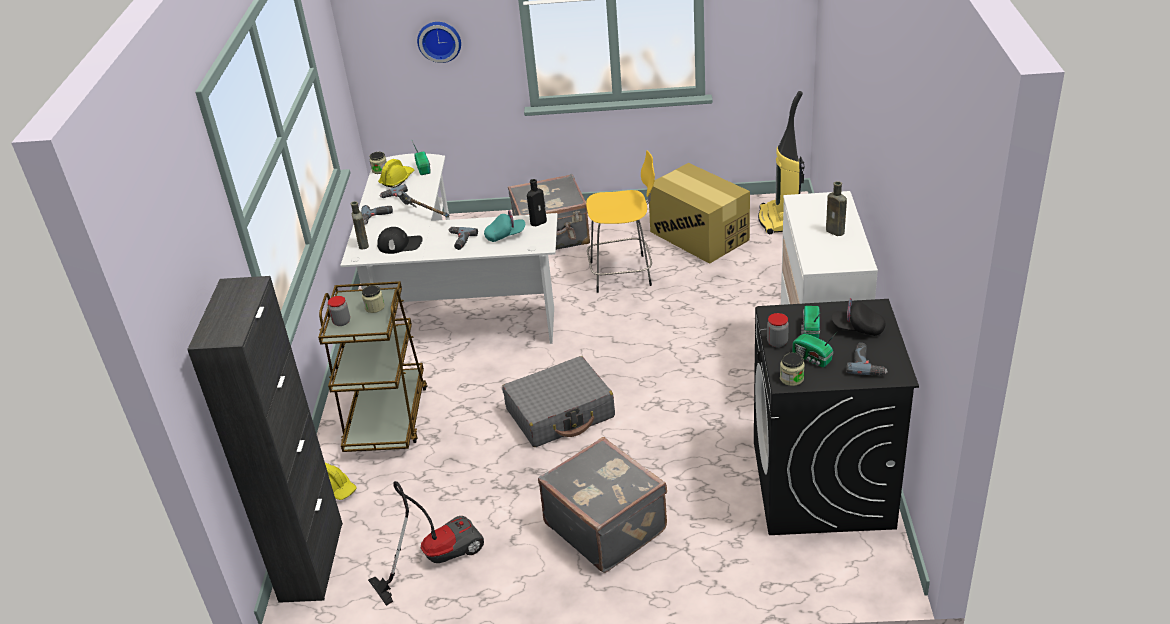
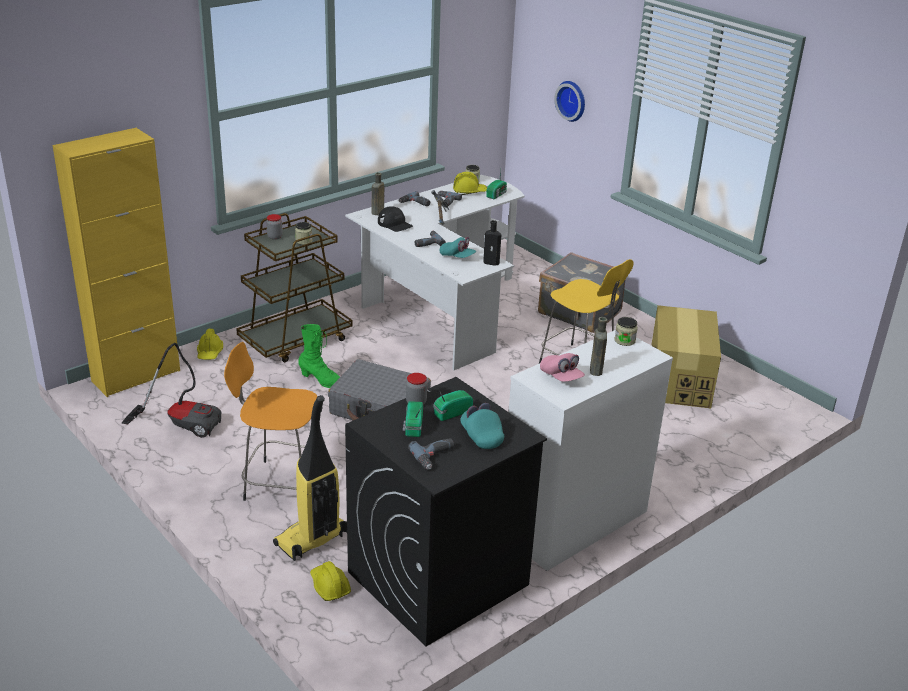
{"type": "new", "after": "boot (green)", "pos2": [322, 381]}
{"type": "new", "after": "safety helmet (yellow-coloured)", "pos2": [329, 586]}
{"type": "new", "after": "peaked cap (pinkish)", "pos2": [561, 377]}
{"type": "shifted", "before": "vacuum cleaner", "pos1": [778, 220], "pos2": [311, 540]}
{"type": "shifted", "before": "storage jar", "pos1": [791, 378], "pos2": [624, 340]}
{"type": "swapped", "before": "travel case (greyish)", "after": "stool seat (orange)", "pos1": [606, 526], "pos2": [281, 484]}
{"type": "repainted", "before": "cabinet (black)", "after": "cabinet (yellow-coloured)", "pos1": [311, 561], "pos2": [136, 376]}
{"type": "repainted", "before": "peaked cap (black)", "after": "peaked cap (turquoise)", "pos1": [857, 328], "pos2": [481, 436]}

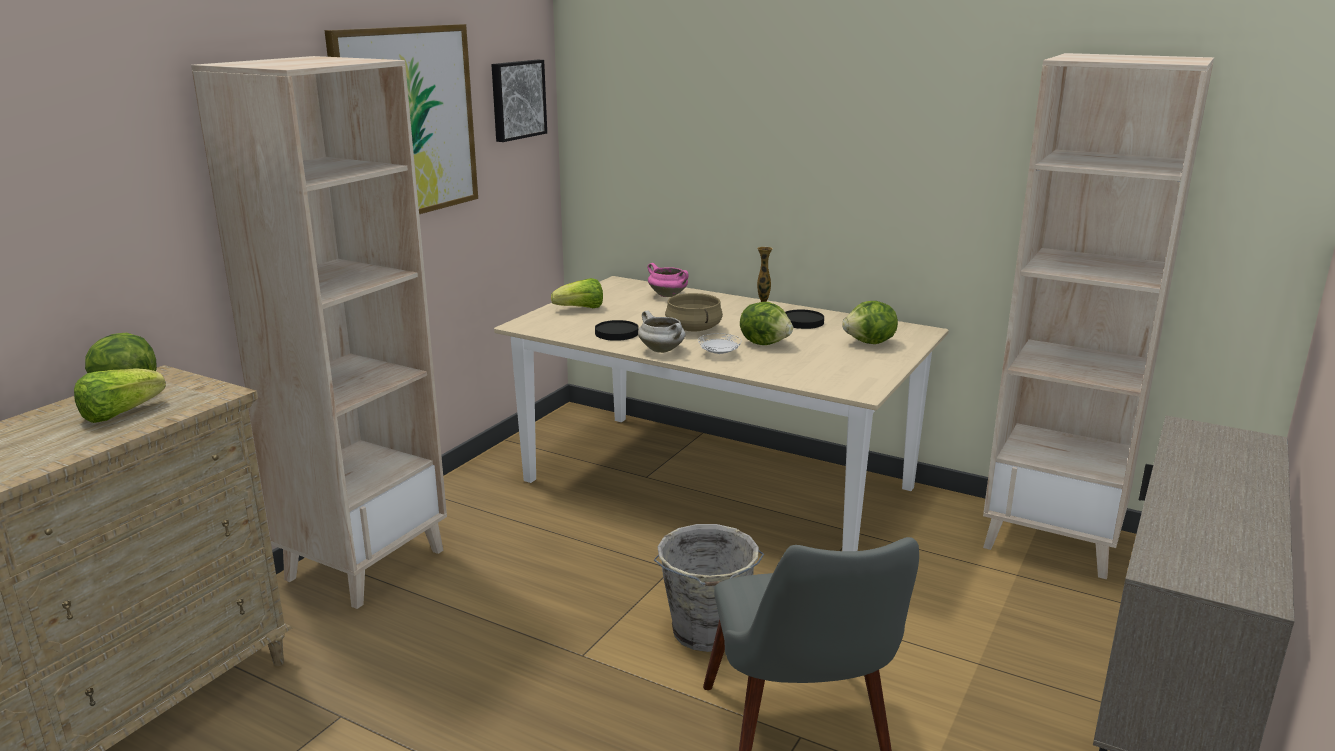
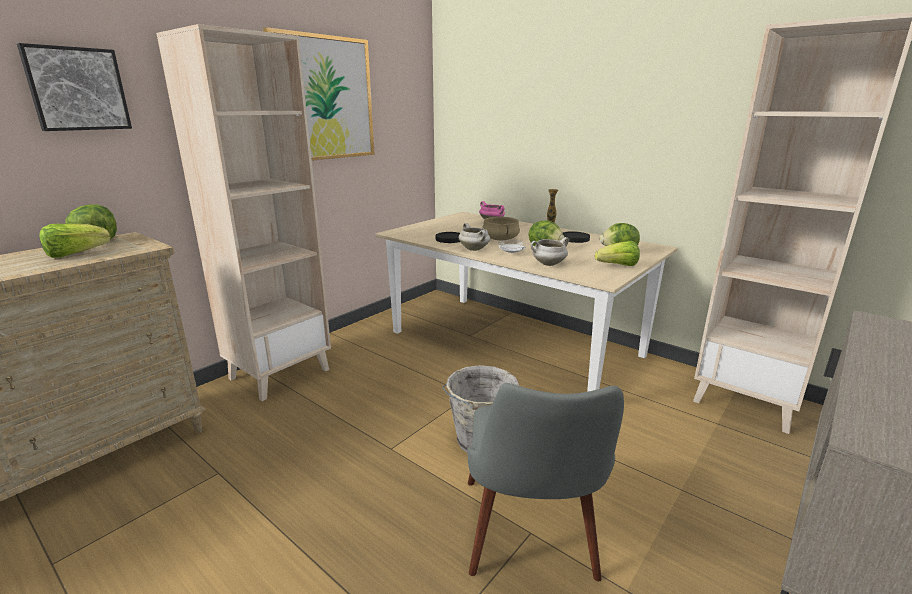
{"type": "new", "after": "saucepot (white-coloured)", "pos2": [548, 264]}
{"type": "shifted", "before": "wall art", "pos1": [516, 99], "pos2": [77, 89]}
{"type": "shifted", "before": "head of lettuce", "pos1": [580, 309], "pos2": [618, 266]}

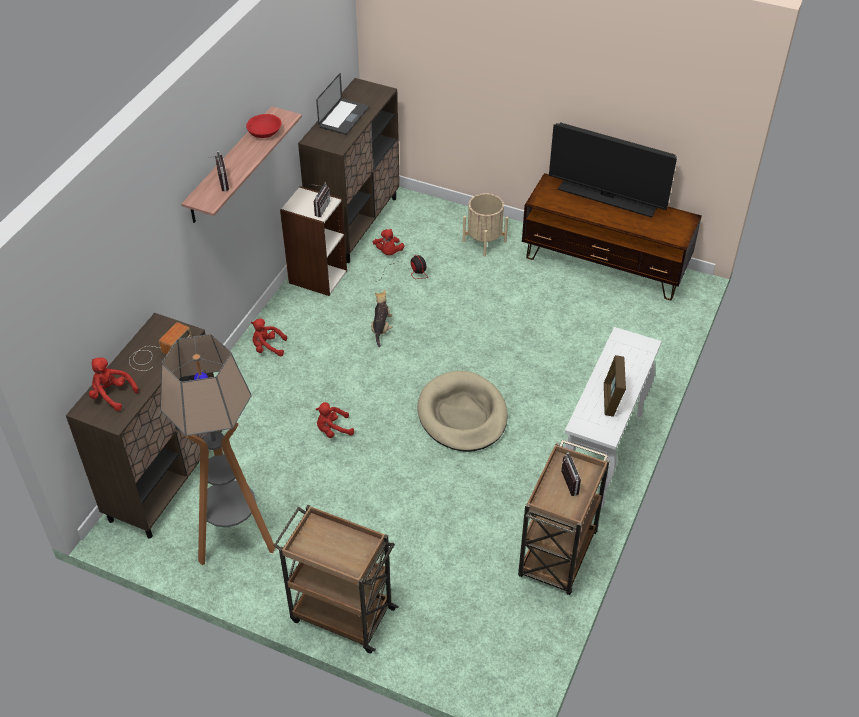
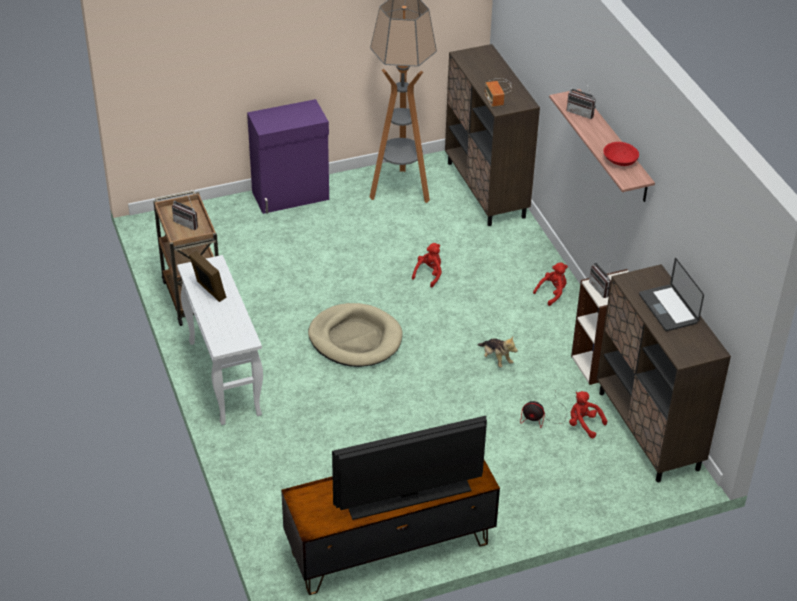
{"type": "gone", "before": "plush toy (red)", "pos1": [112, 394]}
{"type": "gone", "before": "planter (beige)", "pos1": [484, 241]}
{"type": "swapped", "before": "wheeled cart (brown-coloured)", "after": "cabinet (purple)", "pos1": [341, 614], "pos2": [291, 196]}

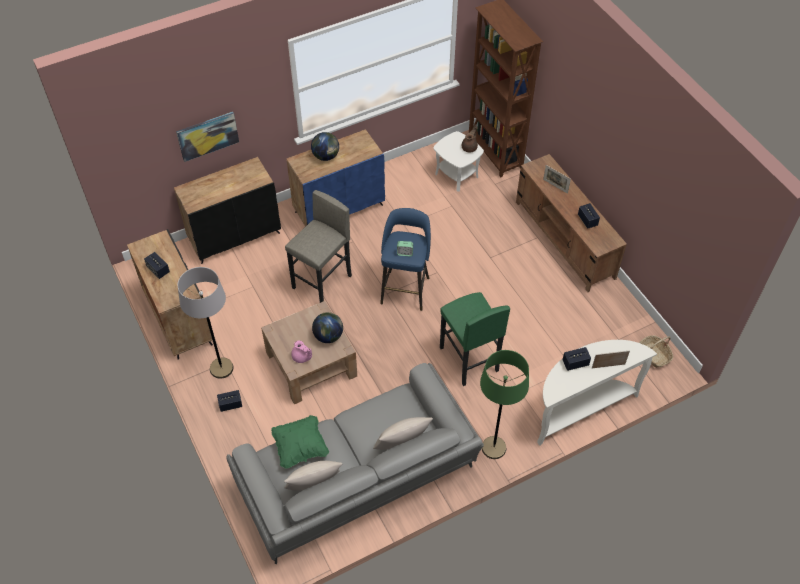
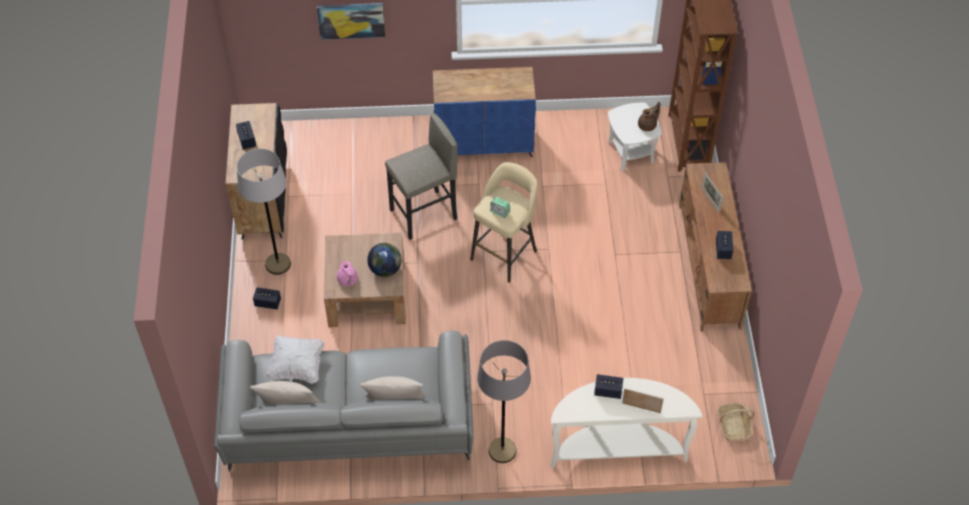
{"type": "gone", "before": "cabinet (black)", "pos1": [235, 236]}
{"type": "gone", "before": "globe", "pos1": [326, 156]}
{"type": "gone", "before": "stool seat (green)", "pos1": [468, 359]}
{"type": "repainted", "before": "pillow (green)", "after": "pillow (white-coloured)", "pos1": [300, 447], "pos2": [297, 366]}
{"type": "repainted", "before": "stool seat (blue-coloured)", "after": "stool seat (beige)", "pos1": [405, 289], "pos2": [505, 254]}
{"type": "repainted", "before": "floor lamp (green)", "after": "floor lamp (greyish)", "pos1": [493, 448], "pos2": [502, 451]}

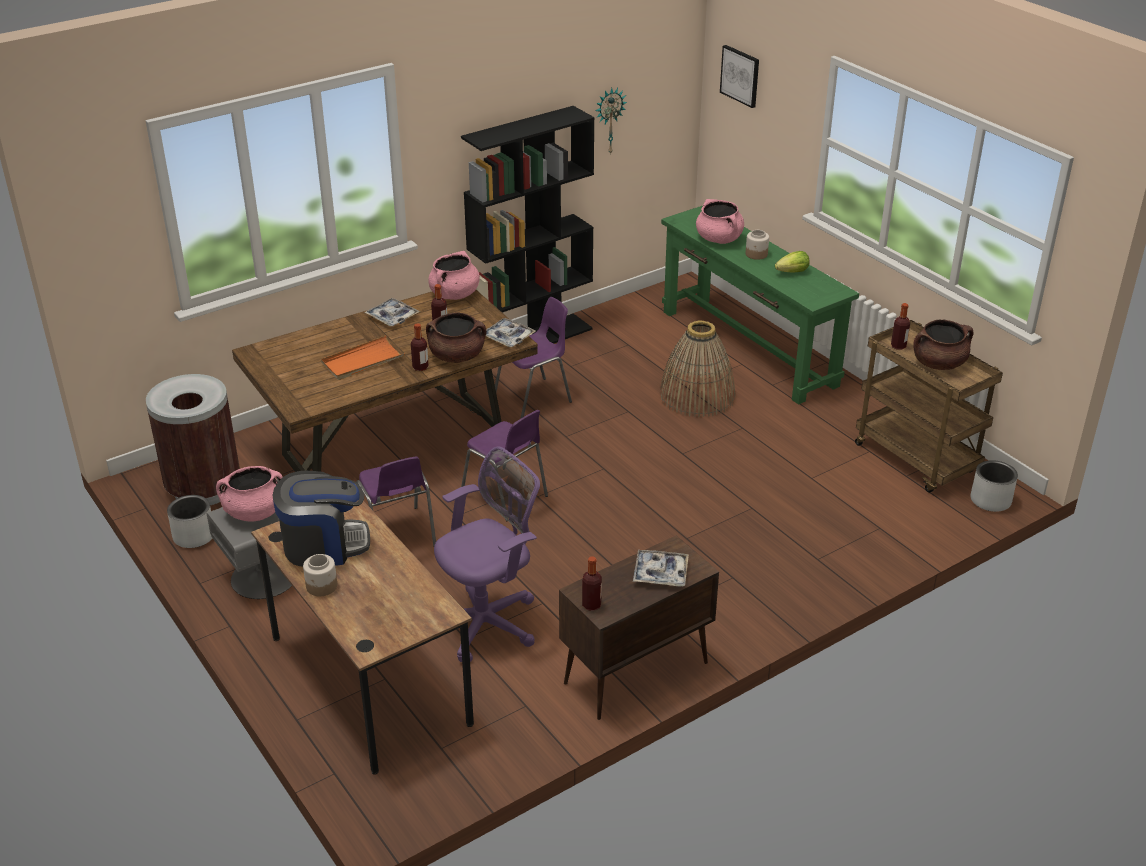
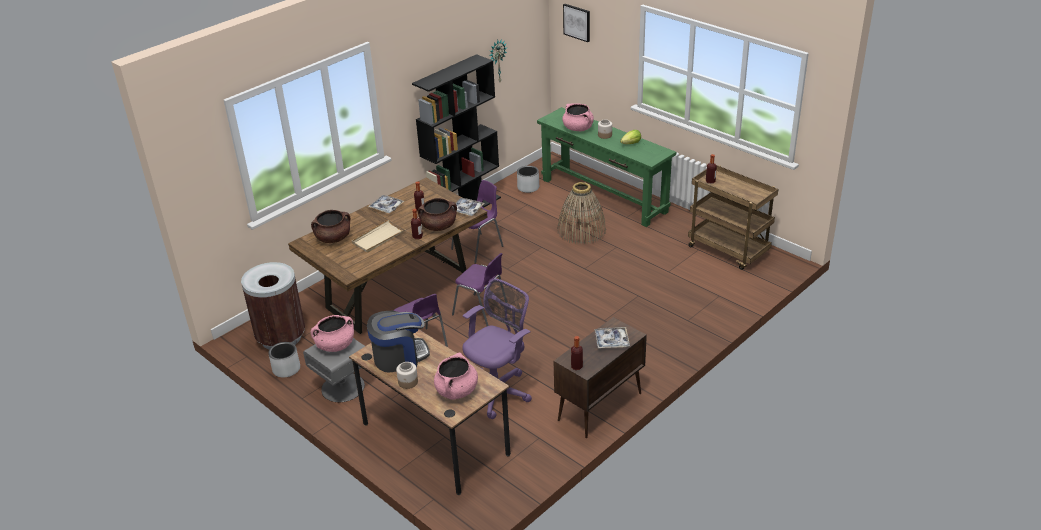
{"type": "shifted", "before": "saucepot (pinkish)", "pos1": [454, 294], "pos2": [457, 391]}
{"type": "shifted", "before": "saucepot (brown-coloured)", "pos1": [938, 363], "pos2": [333, 238]}
{"type": "shifted", "before": "planter (greyish)", "pos1": [990, 500], "pos2": [528, 187]}
{"type": "repainted", "before": "carrying tray (orange)", "after": "carrying tray (beige)", "pos1": [362, 361], "pos2": [378, 238]}

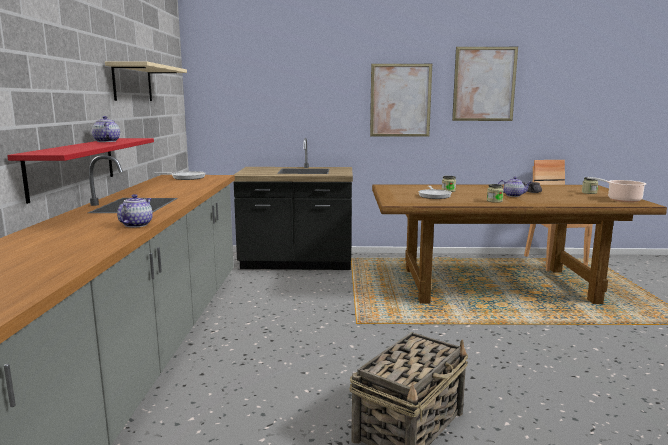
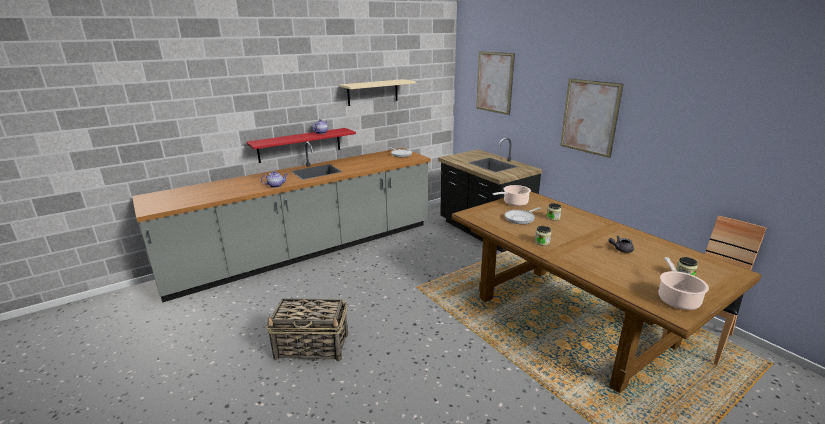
{"type": "gone", "before": "tea pot", "pos1": [513, 195]}
{"type": "new", "after": "saucepot", "pos2": [514, 203]}
{"type": "shifted", "before": "wall art", "pos1": [484, 84], "pos2": [494, 82]}

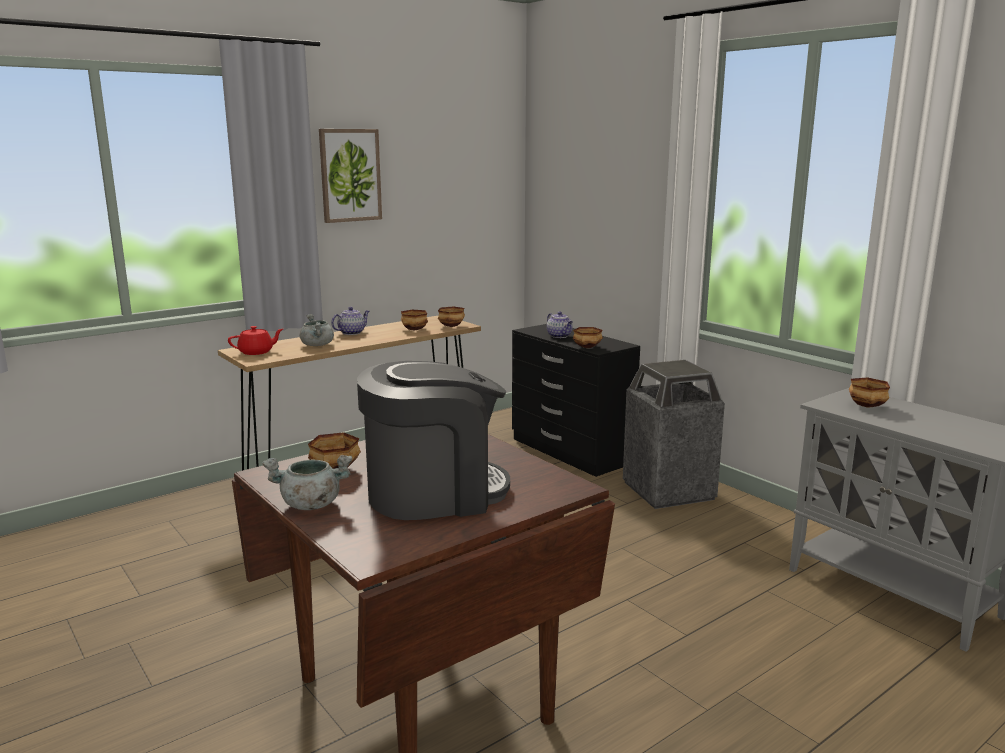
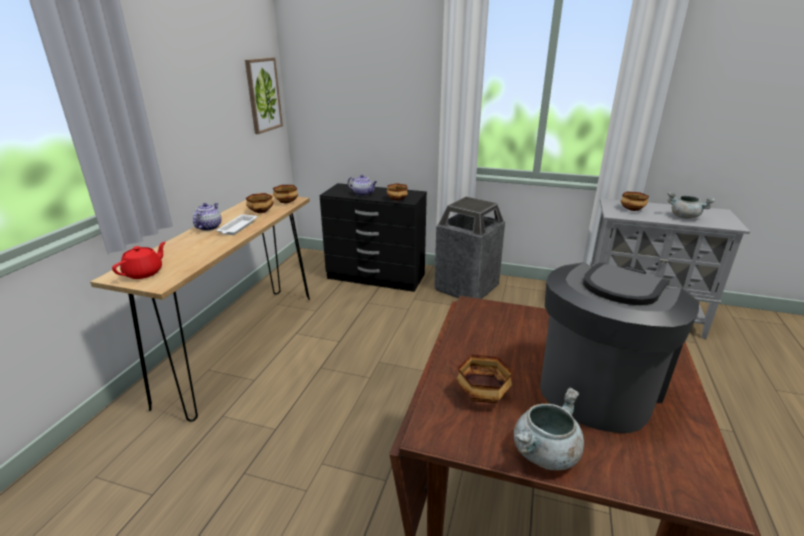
{"type": "new", "after": "carrying tray (white-coloured)", "pos2": [237, 227]}
{"type": "shifted", "before": "saucepot (greyish)", "pos1": [317, 345], "pos2": [684, 217]}
{"type": "shifted", "before": "wall art", "pos1": [350, 175], "pos2": [263, 95]}

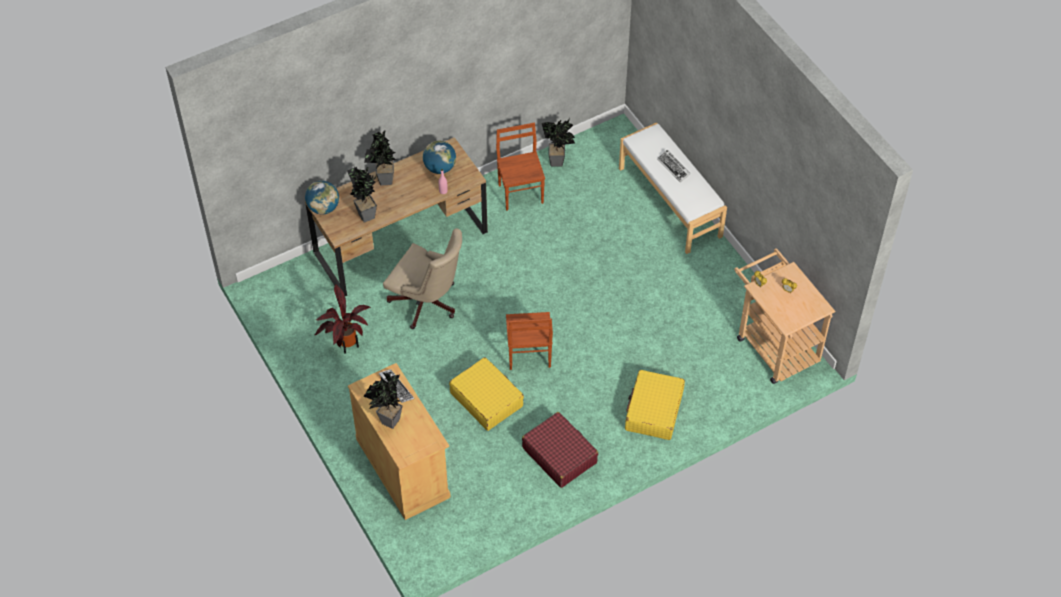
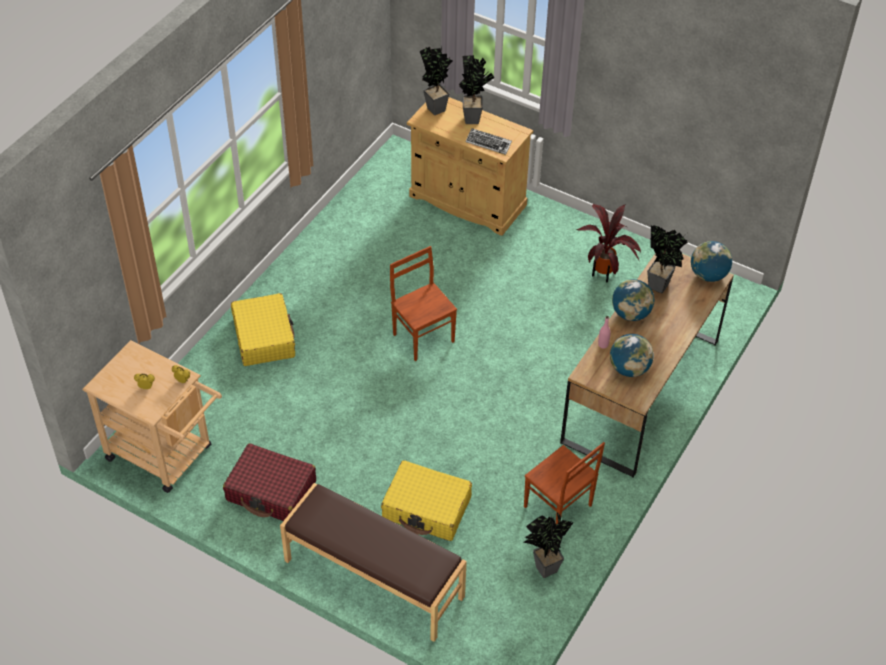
{"type": "gone", "before": "desk chair (beige)", "pos1": [427, 304]}
{"type": "gone", "before": "computer keyboard", "pos1": [673, 167]}
{"type": "new", "after": "globe", "pos2": [631, 314]}
{"type": "shifted", "before": "plant in a pot", "pos1": [384, 182], "pos2": [436, 107]}
{"type": "shifted", "before": "travel case (yellow-coloured)", "pos1": [486, 399], "pos2": [427, 508]}
{"type": "shifted", "before": "travel case (red)", "pos1": [559, 455], "pos2": [271, 491]}
{"type": "repainted", "before": "indoor bench (white-coloured)", "after": "indoor bench (brown-coloured)", "pos1": [670, 202], "pos2": [373, 579]}

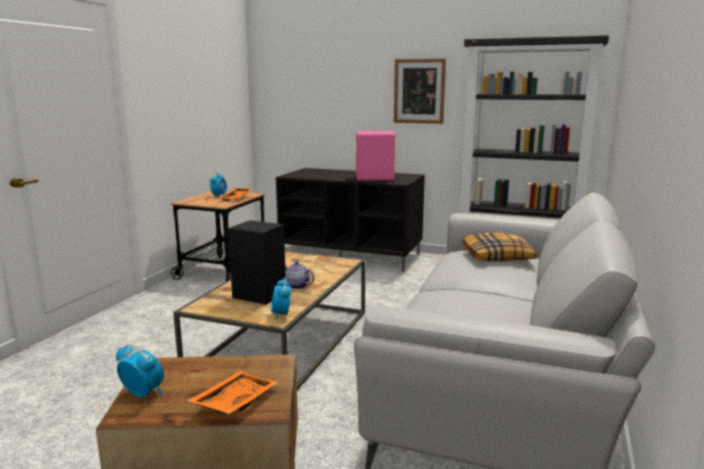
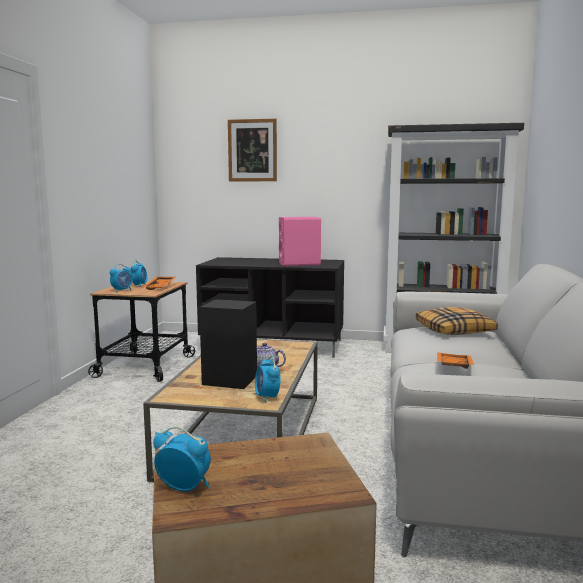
{"type": "new", "after": "table clock", "pos2": [122, 290]}
{"type": "shifted", "before": "carrying tray (orange)", "pos1": [234, 402], "pos2": [453, 366]}
{"type": "shifted", "before": "wall art", "pos1": [419, 91], "pos2": [252, 150]}

